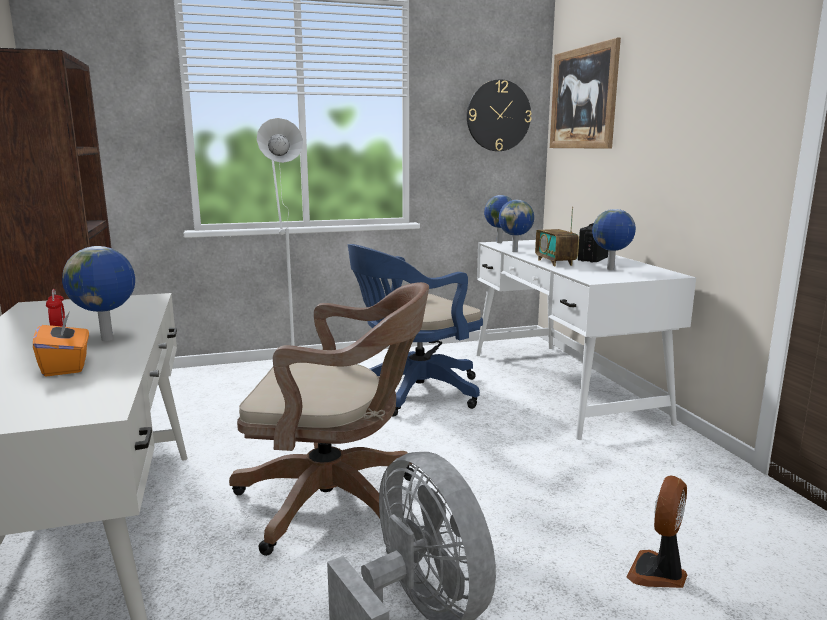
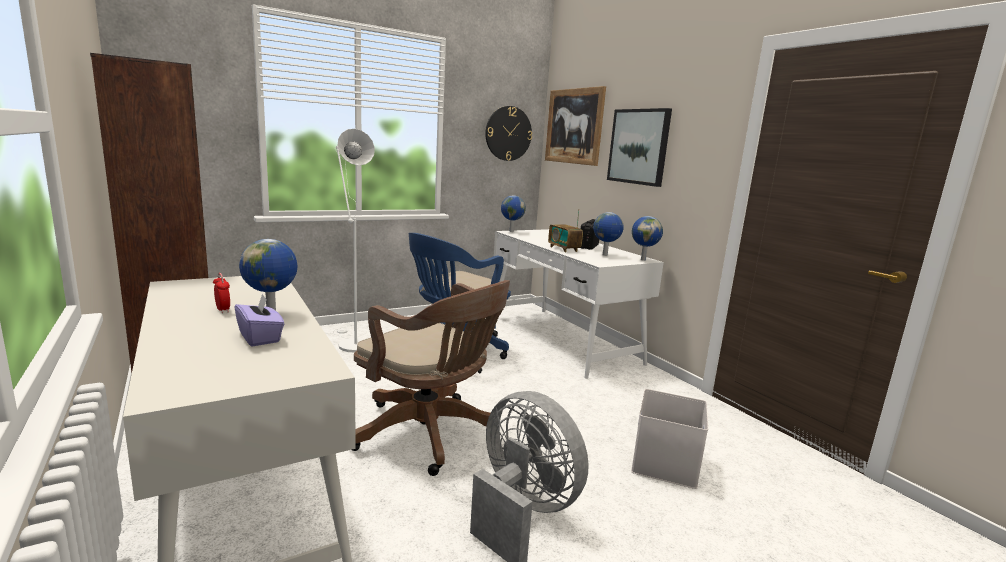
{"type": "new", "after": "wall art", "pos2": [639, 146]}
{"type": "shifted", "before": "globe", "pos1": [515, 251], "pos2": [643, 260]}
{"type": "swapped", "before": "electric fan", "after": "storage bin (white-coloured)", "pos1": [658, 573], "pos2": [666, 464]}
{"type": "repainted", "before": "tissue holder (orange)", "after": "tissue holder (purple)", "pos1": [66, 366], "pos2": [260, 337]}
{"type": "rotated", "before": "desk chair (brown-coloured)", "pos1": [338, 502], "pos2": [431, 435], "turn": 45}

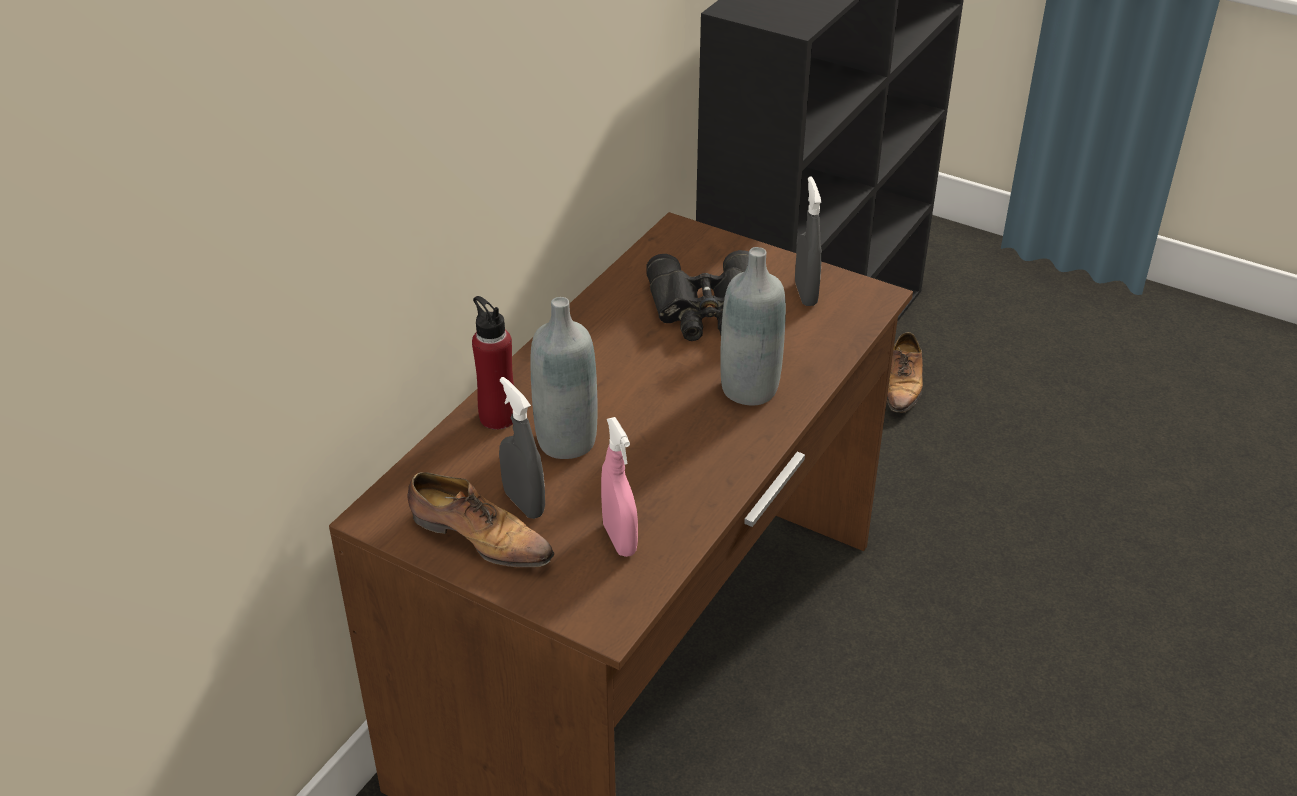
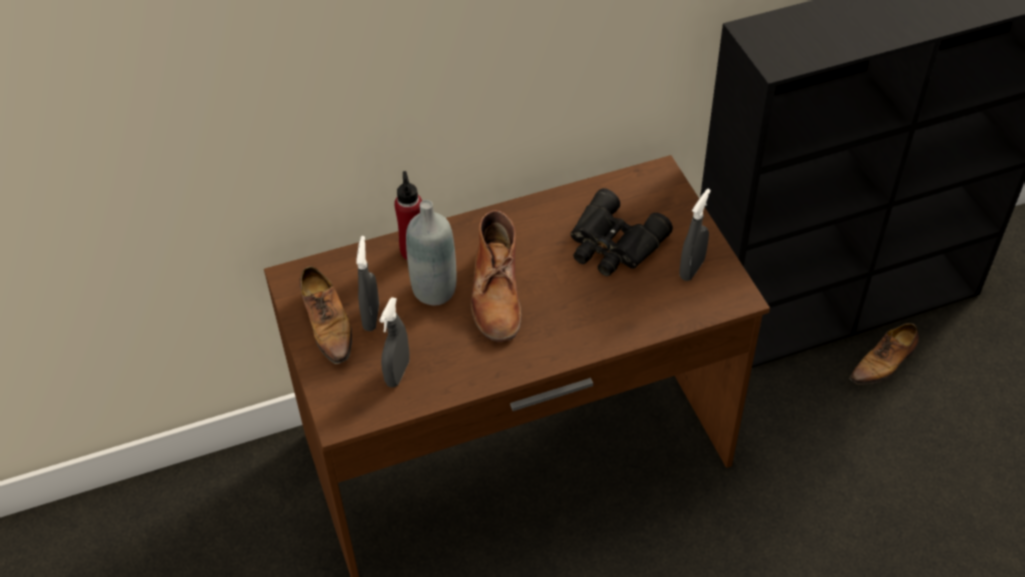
{"type": "gone", "before": "drink bottle (greyish)", "pos1": [749, 389]}
{"type": "new", "after": "boot (brown-coloured)", "pos2": [496, 294]}
{"type": "repainted", "before": "sprayer (pinkish)", "after": "sprayer (greyish)", "pos1": [619, 539], "pos2": [397, 373]}

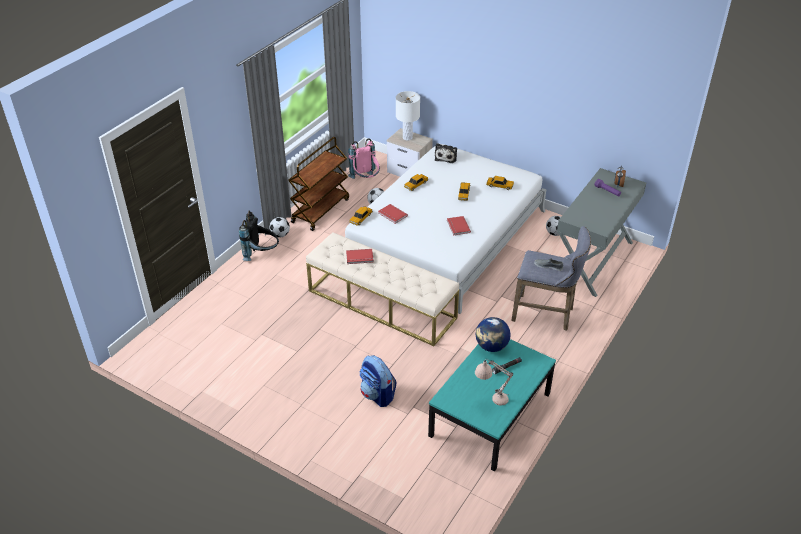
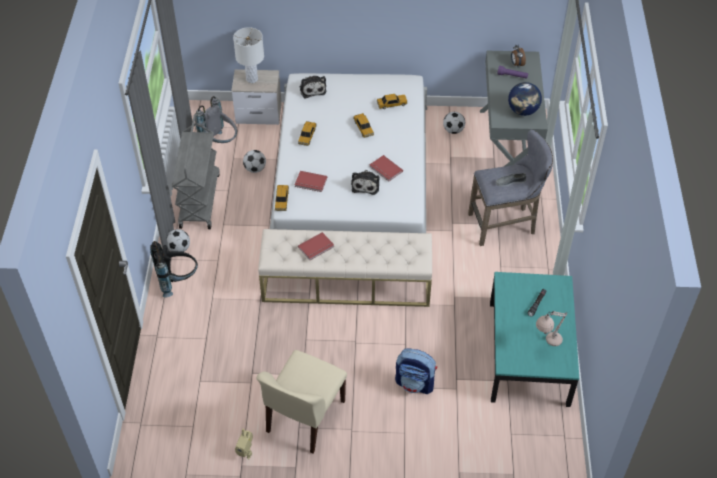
{"type": "new", "after": "robot figure", "pos2": [246, 452]}
{"type": "new", "after": "chair (beige)", "pos2": [304, 417]}
{"type": "new", "after": "plush toy", "pos2": [366, 184]}
{"type": "shifted", "before": "globe", "pos1": [491, 346], "pos2": [523, 111]}
{"type": "repainted", "before": "wheeled cart (brown-coloured)", "after": "wheeled cart (greyish)", "pos1": [320, 210], "pos2": [199, 200]}
{"type": "repainted", "before": "backpack (pinkish)", "after": "backpack (greyish)", "pos1": [365, 180], "pos2": [220, 143]}

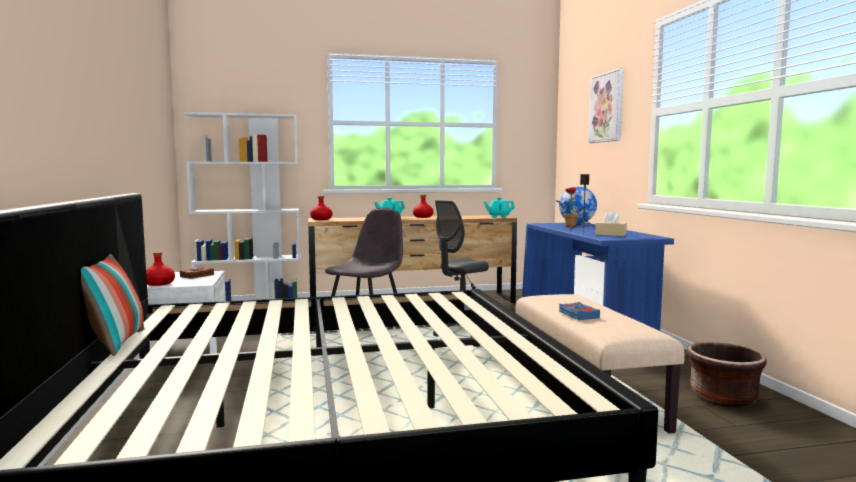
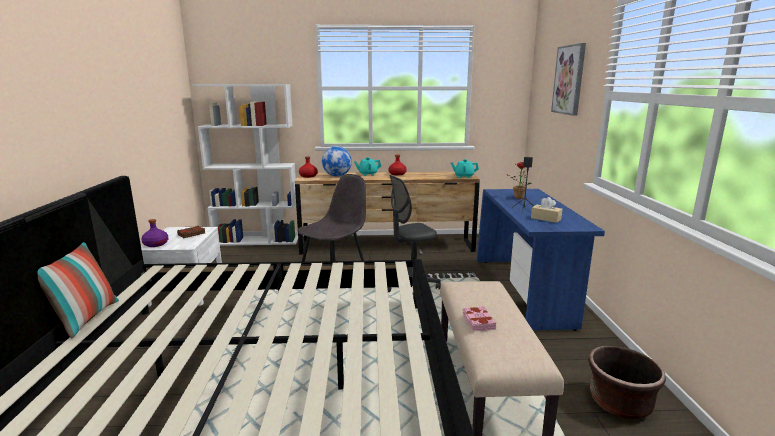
{"type": "shifted", "before": "globe", "pos1": [577, 223], "pos2": [337, 176]}
{"type": "repainted", "before": "drink bottle (red)", "after": "drink bottle (purple)", "pos1": [159, 283], "pos2": [155, 244]}
{"type": "repainted", "before": "book (blue-coloured)", "after": "book (pinkish)", "pos1": [578, 315], "pos2": [478, 322]}

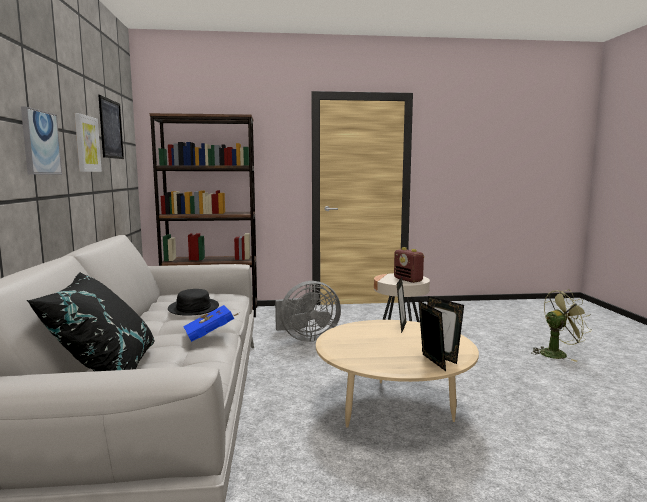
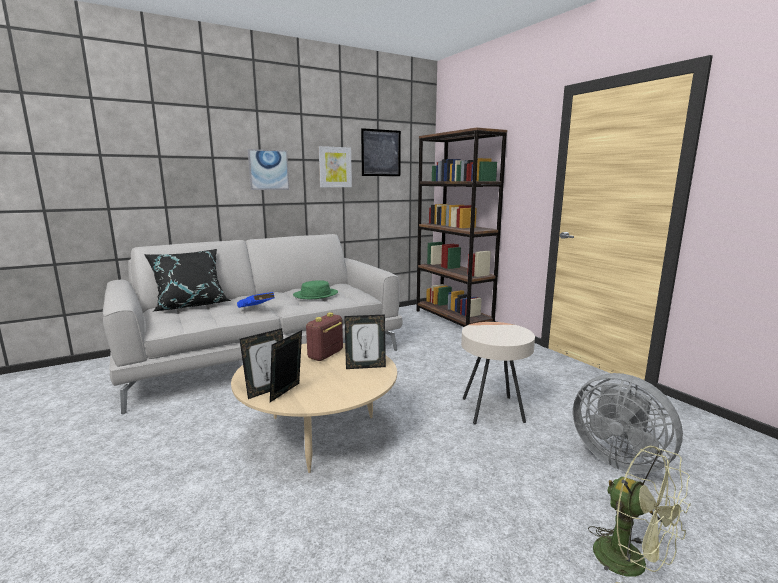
{"type": "shifted", "before": "electric fan (greyish)", "pos1": [306, 338], "pos2": [618, 458]}
{"type": "shifted", "before": "radio set", "pos1": [408, 280], "pos2": [325, 355]}
{"type": "repainted", "before": "wearable hat (black)", "after": "wearable hat (green)", "pos1": [193, 308], "pos2": [315, 294]}

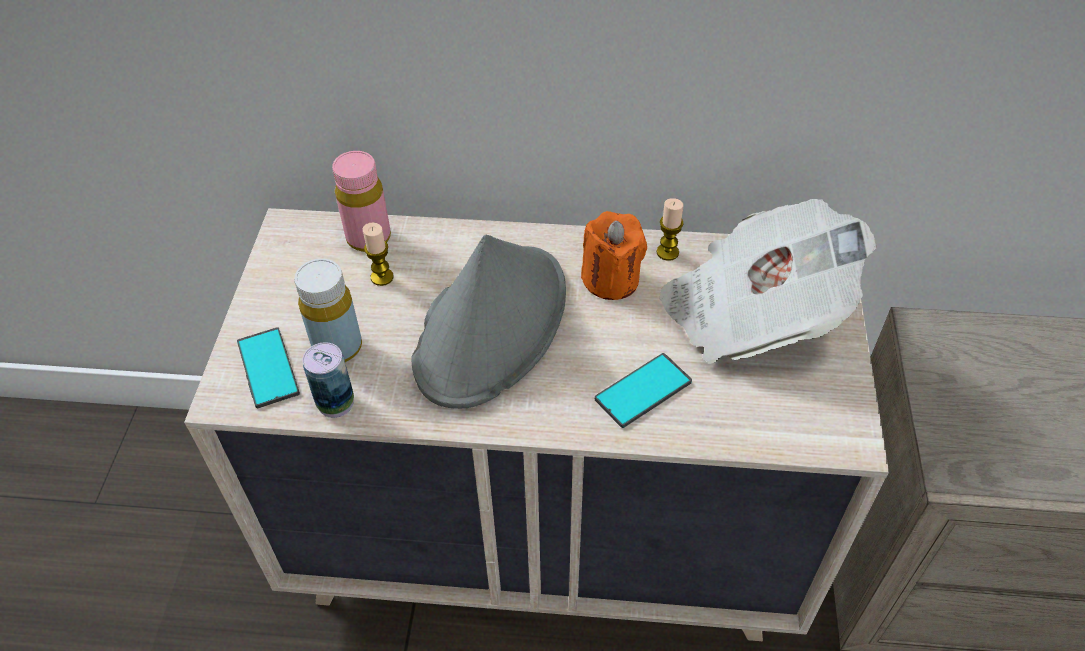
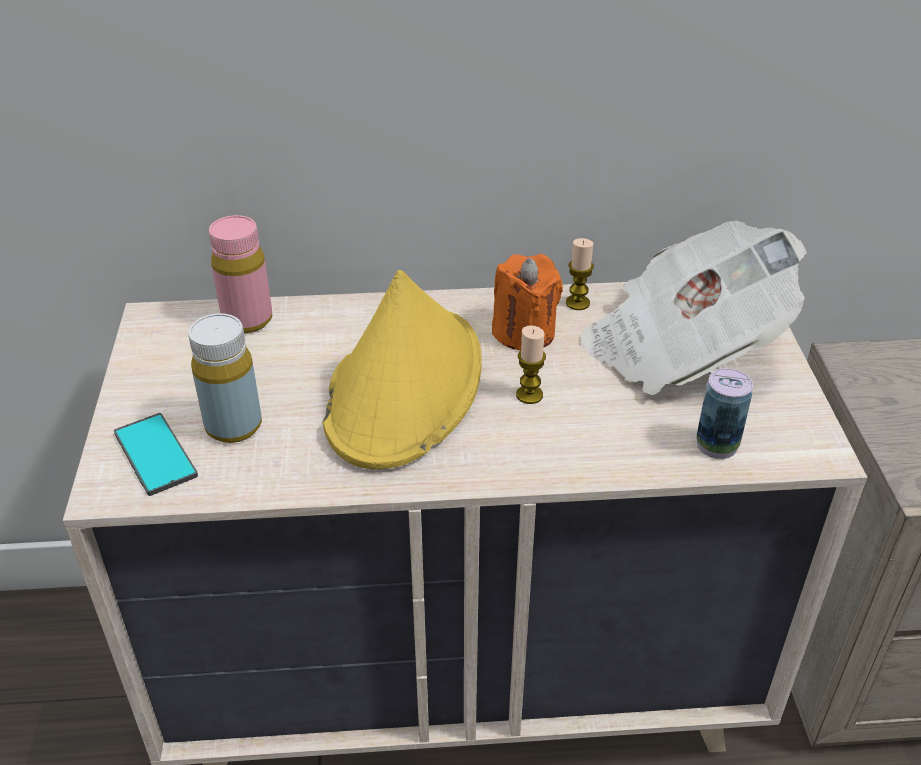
{"type": "gone", "before": "phone", "pos1": [643, 390]}
{"type": "shifted", "before": "metal can", "pos1": [335, 403], "pos2": [717, 445]}
{"type": "shifted", "before": "wax candle", "pos1": [382, 277], "pos2": [529, 395]}
{"type": "repainted", "before": "wearable hat (greyish)", "after": "wearable hat (yellow-coloured)", "pos1": [492, 325], "pos2": [405, 387]}

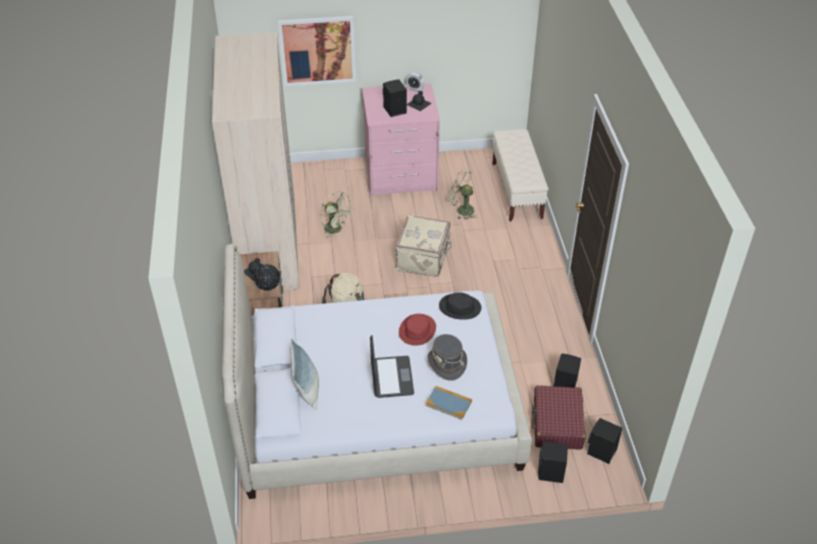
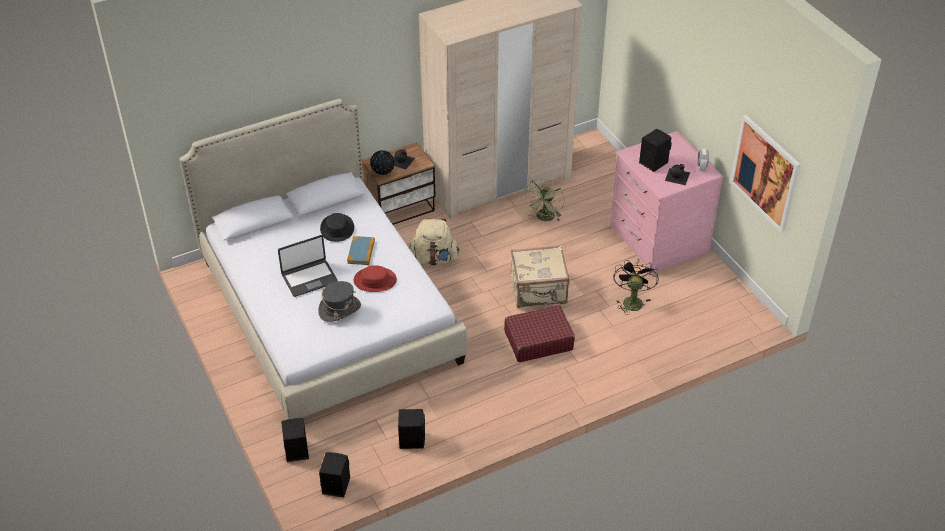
{"type": "gone", "before": "pillow", "pos1": [307, 390]}
{"type": "gone", "before": "indoor bench (beige)", "pos1": [517, 191]}
{"type": "shifted", "before": "wall art", "pos1": [318, 50], "pos2": [765, 173]}
{"type": "shifted", "before": "book", "pos1": [448, 403], "pos2": [361, 252]}
{"type": "shifted", "before": "wearable hat (black)", "pos1": [460, 307], "pos2": [337, 228]}
{"type": "shifted", "before": "travel case (red)", "pos1": [557, 424], "pos2": [538, 340]}
{"type": "repainted", "before": "electric fan (green)", "after": "electric fan (black)", "pos1": [461, 210], "pos2": [632, 300]}

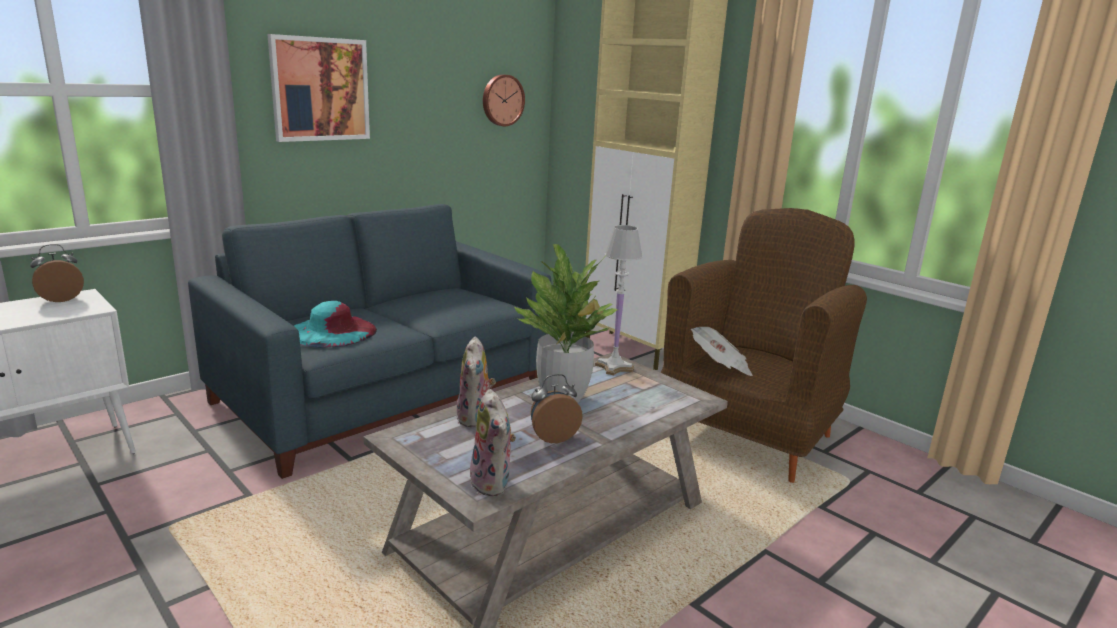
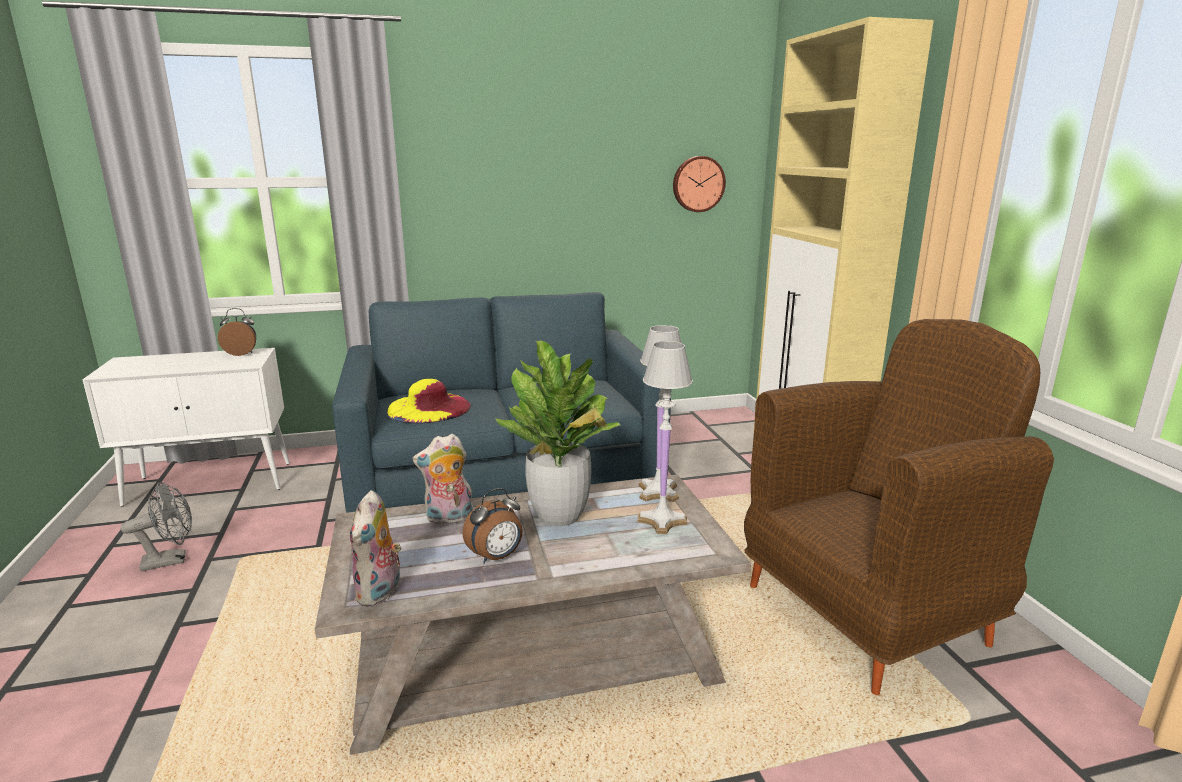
{"type": "gone", "before": "wall art", "pos1": [320, 89]}
{"type": "gone", "before": "printed paper", "pos1": [718, 366]}
{"type": "new", "after": "electric fan (greyish)", "pos2": [171, 560]}
{"type": "new", "after": "table lamp (white-coloured)", "pos2": [662, 521]}
{"type": "repainted", "before": "wearable hat (turquoise)", "after": "wearable hat (yellow-coloured)", "pos1": [332, 331], "pos2": [429, 408]}
{"type": "rotated", "before": "plush toy", "pos1": [475, 418], "pos2": [449, 519], "turn": 45}
{"type": "rotated", "before": "table clock", "pos1": [552, 437], "pos2": [496, 557], "turn": 135}

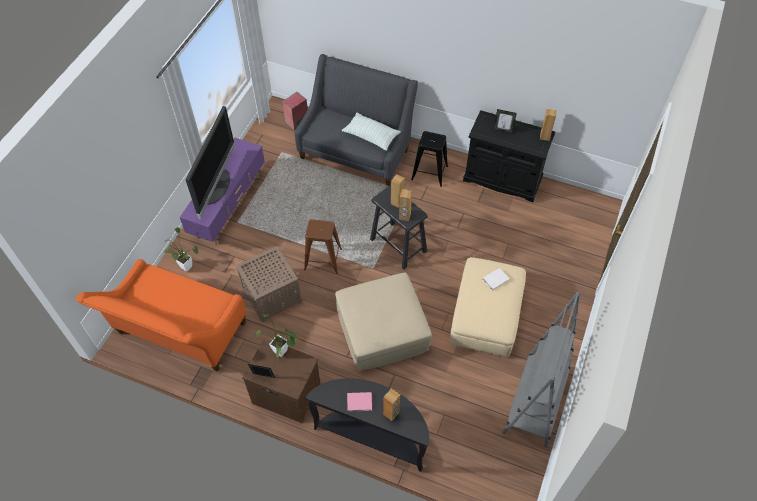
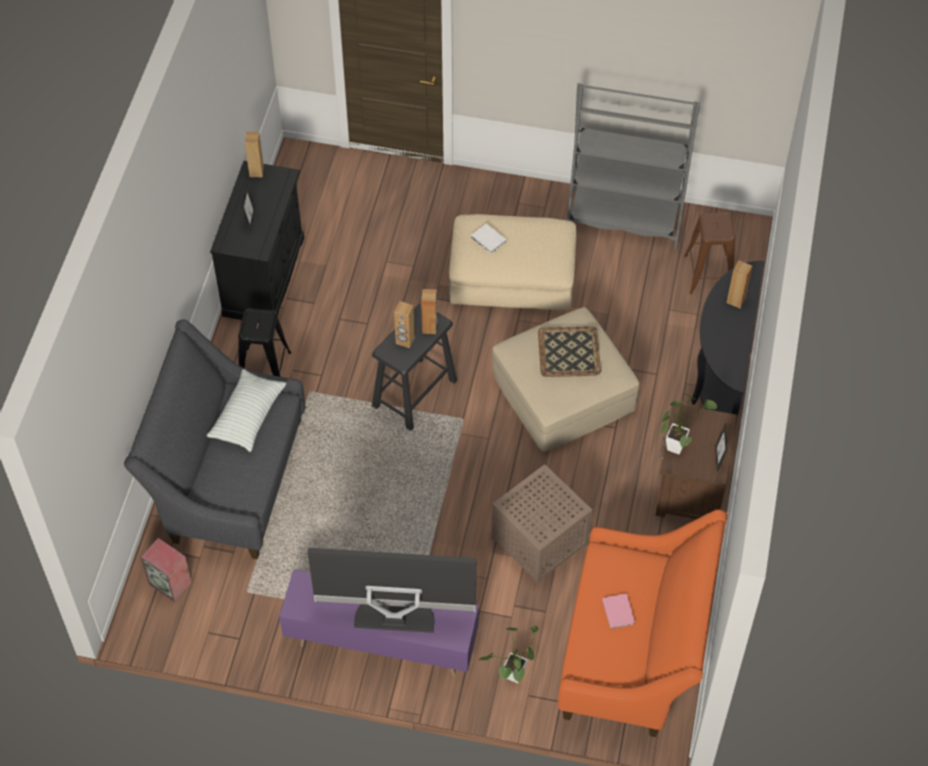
{"type": "new", "after": "carrying tray", "pos2": [569, 352]}
{"type": "shifted", "before": "stool seat (brown-coloured)", "pos1": [323, 259], "pos2": [708, 273]}
{"type": "shifted", "before": "book (pinkish)", "pos1": [360, 402], "pos2": [618, 611]}

